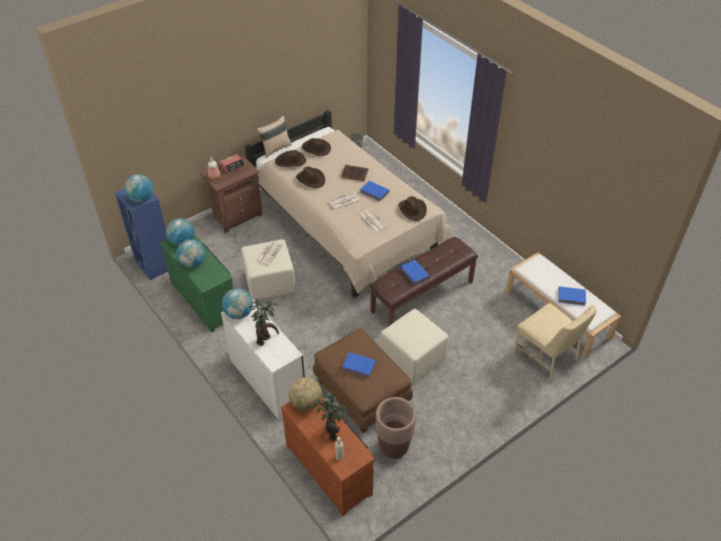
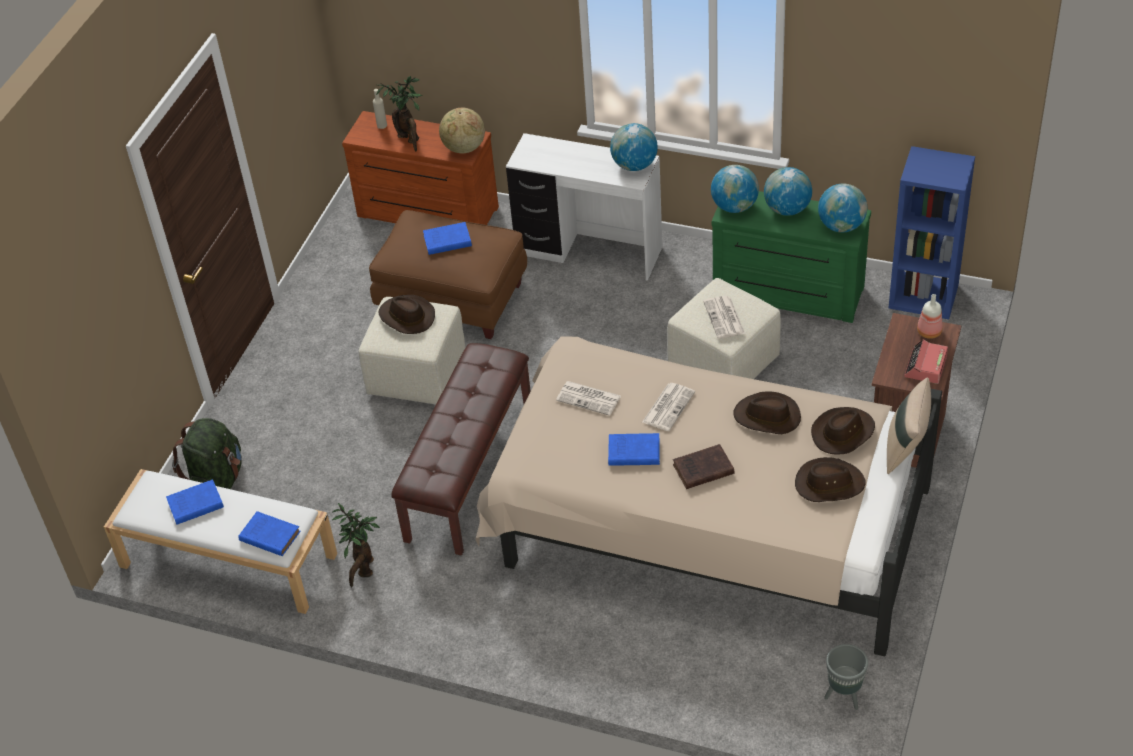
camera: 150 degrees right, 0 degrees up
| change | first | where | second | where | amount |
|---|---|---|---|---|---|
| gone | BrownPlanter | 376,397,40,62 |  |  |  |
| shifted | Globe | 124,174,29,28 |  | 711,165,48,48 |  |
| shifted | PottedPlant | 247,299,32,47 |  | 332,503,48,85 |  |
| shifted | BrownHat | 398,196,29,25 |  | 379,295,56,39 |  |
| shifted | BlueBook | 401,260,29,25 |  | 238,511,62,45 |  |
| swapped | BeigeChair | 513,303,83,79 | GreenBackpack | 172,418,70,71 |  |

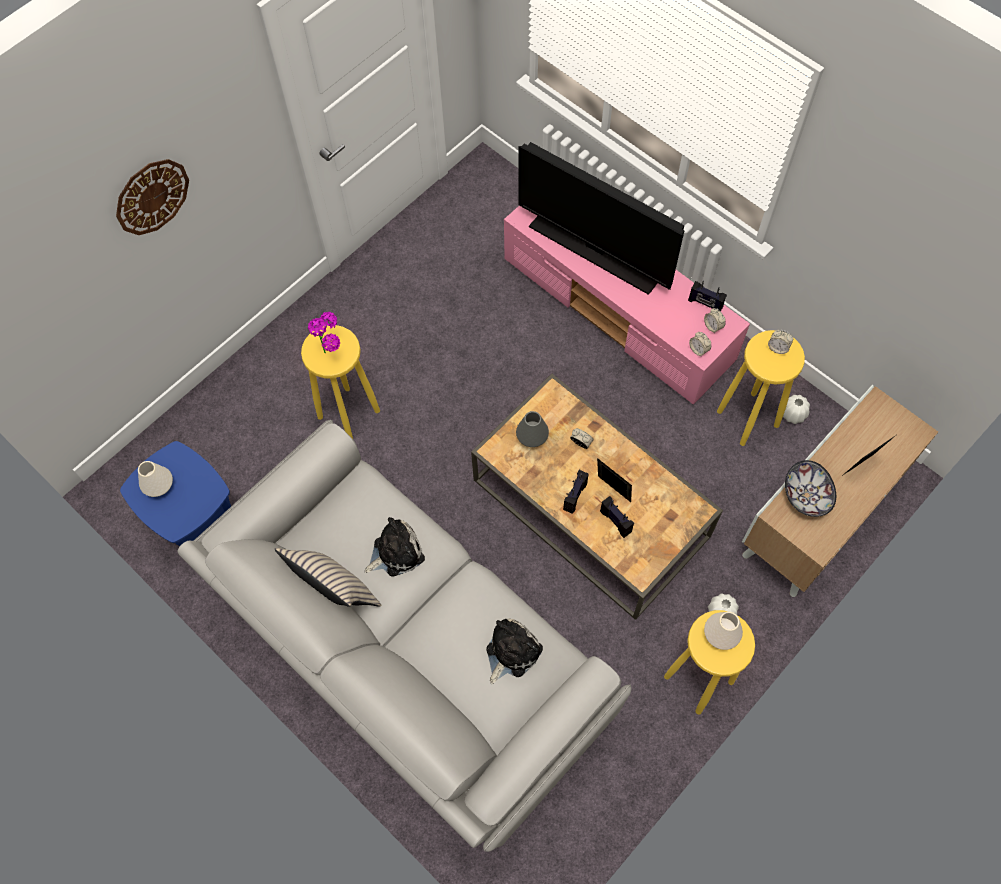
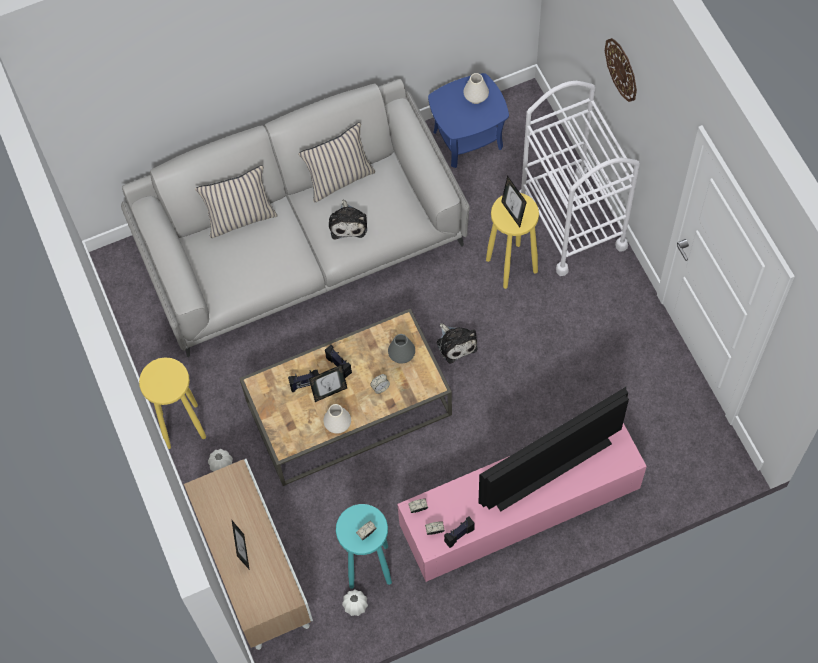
camera: 115 degrees right, 0 degrees up
| change | first | where | second | where | amount |
|---|---|---|---|---|---|
| gone | Bowl | 785,460,51,57 |  |  |  |
| new |  |  | BeigePillow | 195,165,83,73 |  |
| new |  |  | WhiteCart | 519,81,121,195 |  |
| shifted | PlushToy | 486,618,57,66 |  | 437,323,40,41 |  |
| shifted | WhiteVase | 704,612,39,38 |  | 323,404,28,30 |  |
| swapped | PottedPlant | 308,312,32,41 | PictureFrame | 501,176,26,51 |  |
| repainted | YellowStool | 717,330,88,116 | TurquoiseStool | 336,504,56,85 |  |

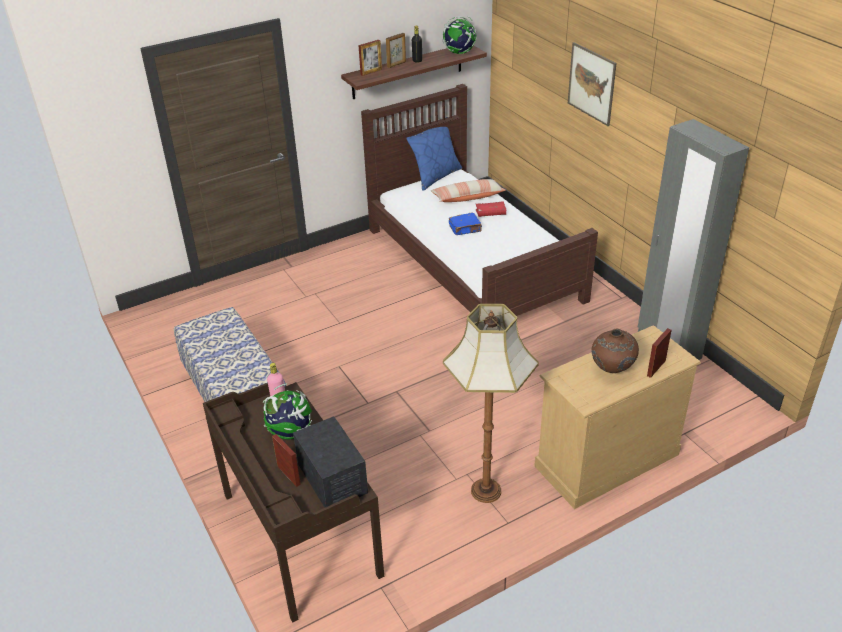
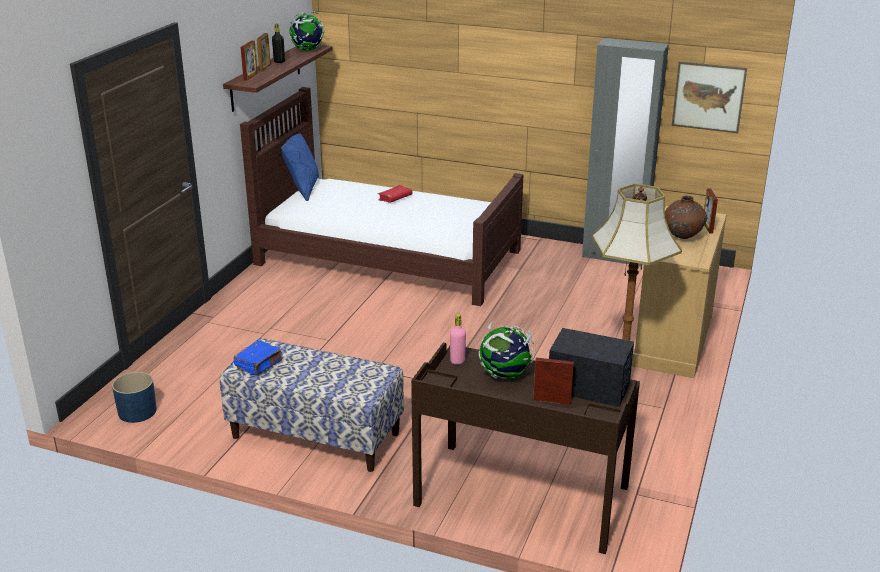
camera: 40 degrees left, 10 degrees down
| change | first | where | second | where | amount |
|---|---|---|---|---|---|
| gone | Pillow | 431,179,75,23 |  |  |  |
| new |  |  | BluePlanter | 112,372,45,51 |  |
| shifted | BlueBook | 449,213,33,22 |  | 233,340,49,35 |  |
| shifted | Picture | 568,42,49,84 |  | 672,61,75,72 |  |

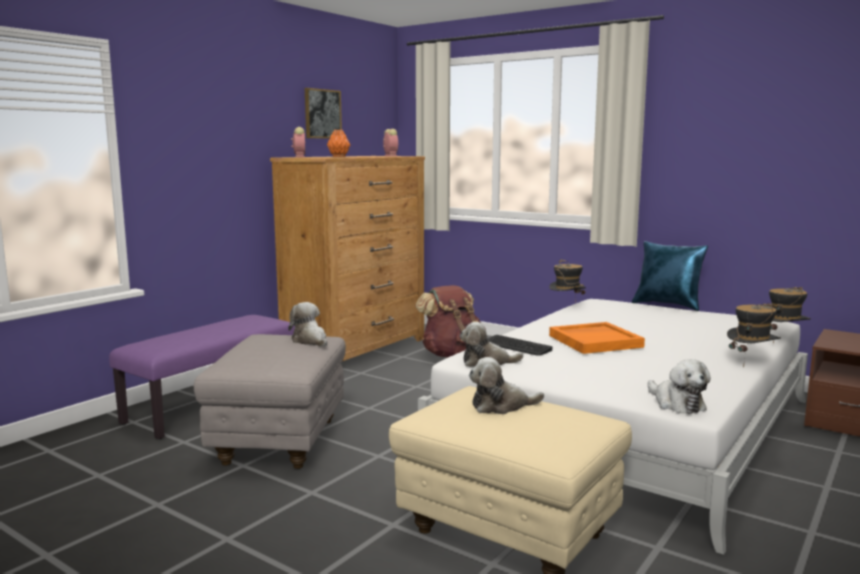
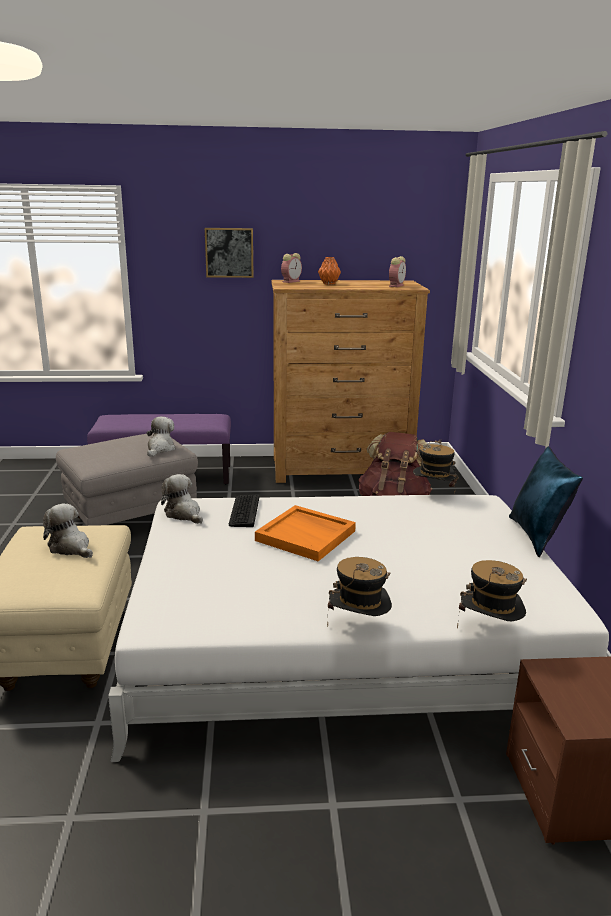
camera: 50 degrees right, 10 degrees up
| change | first | where | second | where | amount |
|---|---|---|---|---|---|
| gone | PlushToy | 648,359,63,55 |  |  |  |
| shifted | Picture | 305,88,37,51 |  | 205,228,49,50 |  |

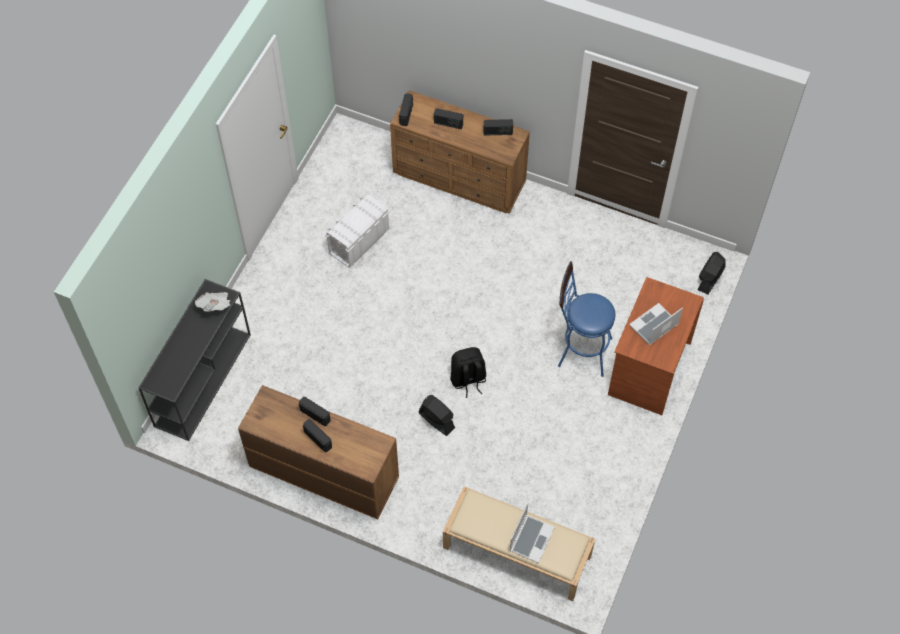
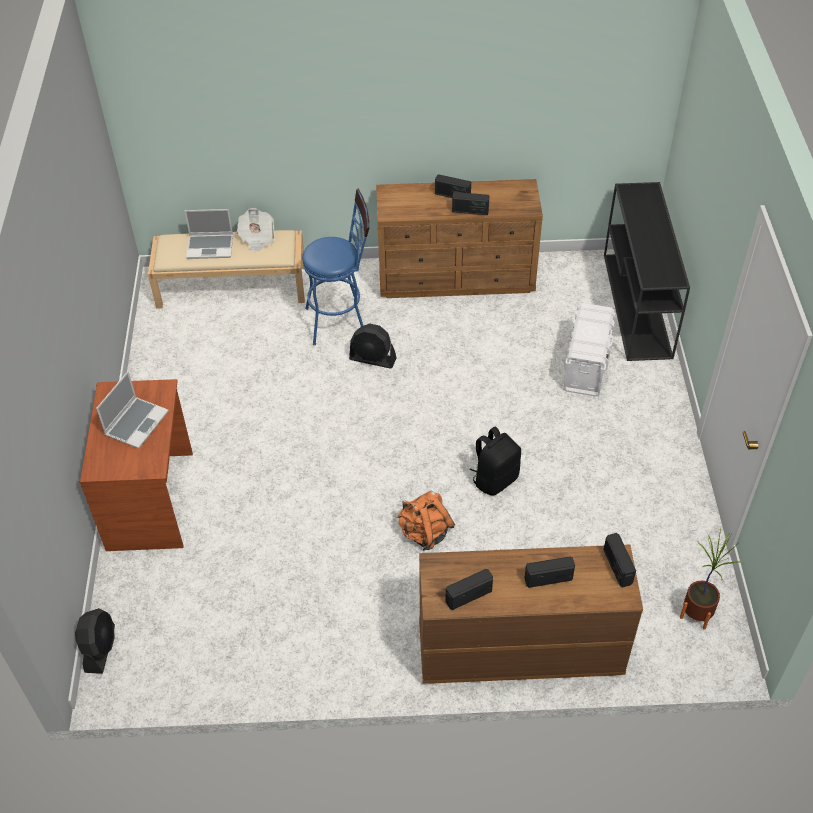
camera: 155 degrees right, 10 degrees down
| change | first | where | second | where | amount |
|---|---|---|---|---|---|
| new |  |  | OrangeBackpack | 397,490,58,61 |  |
| new |  |  | PottedPlant | 680,529,64,101 |  |
| shifted | Newspaper | 195,292,35,19 |  | 237,208,38,44 |  |
| shifted | WhiteStorageBox | 325,194,65,74 |  | 564,303,52,94 |  |
| shifted | BlackBackpack | 450,347,36,51 |  | 469,427,52,69 |  |
| shifted | BlueStool | 558,261,58,116 |  | 302,189,68,156 |  |
| rotated | Laptop | 510,503,45,60 |  | 184,209,49,50 | 90 degrees counterclockwise |

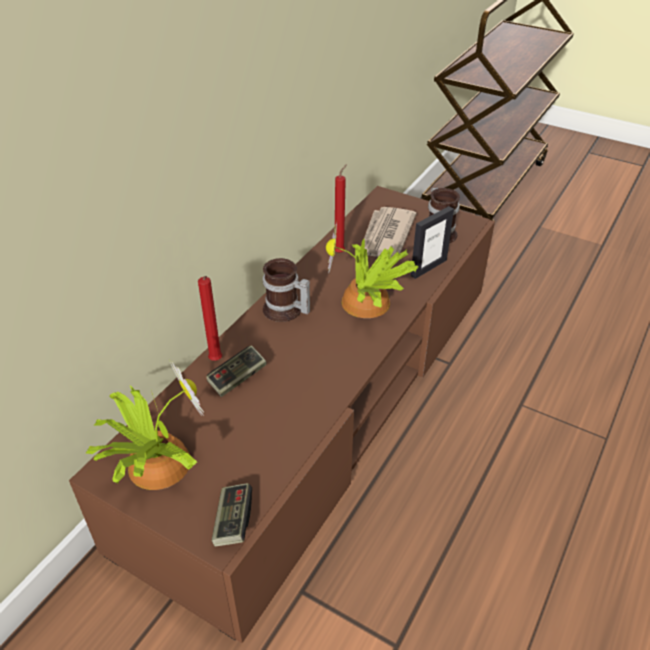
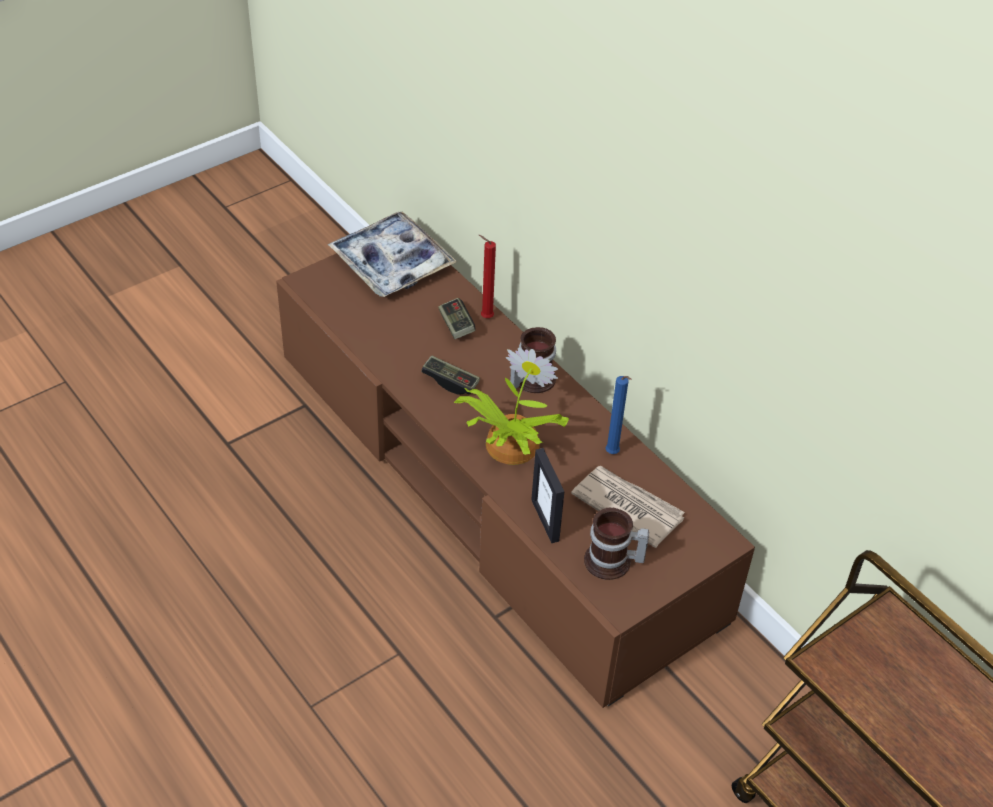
camera: 110 degrees right, 5 degrees up
| change | first | where | second | where | amount |
|---|---|---|---|---|---|
| shifted | GameController | 212,483,40,64 |  | 421,356,59,39 |  |
| swapped | PottedPlant | 86,360,118,130 | Tray | 328,212,129,85 |  |
| repainted | RedCandle | 335,164,12,89 | BlueCandle | 605,376,27,78 |  |

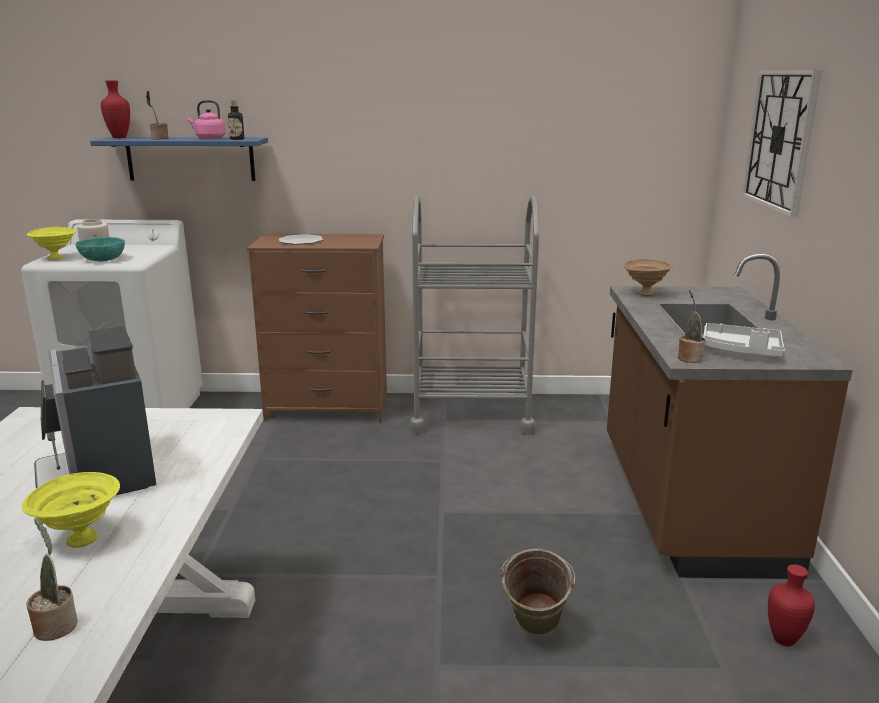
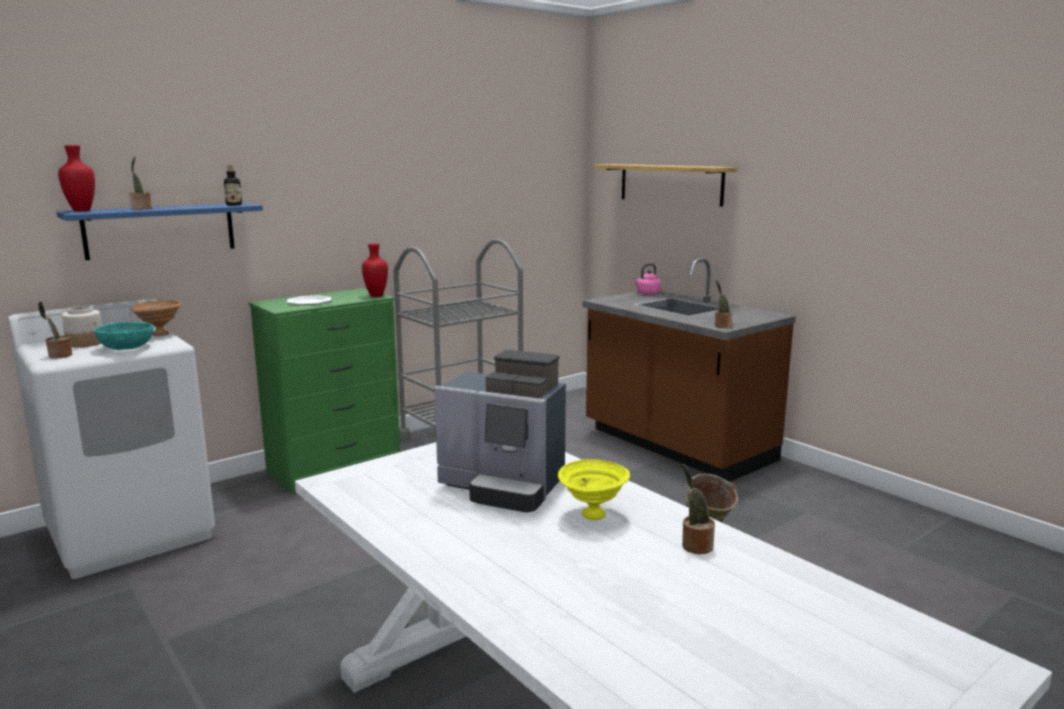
camera: 40 degrees left, 5 degrees down
| change | first | where | second | where | amount |
|---|---|---|---|---|---|
| gone | GreyTray | 703,323,82,34 |  |  |  |
| shifted | PinkKettle | 187,100,39,39 |  | 633,264,28,31 |  |
| shifted | BrownBowl | 623,259,50,37 |  | 130,301,52,35 |  |
| shifted | RedVase | 768,564,47,82 |  | 362,243,26,54 |  |
| swapped | YellowBowl | 27,227,49,33 | PottedPlant | 38,301,34,58 |  |
| swapped | WallClock | 742,69,80,149 | Shelf | 593,164,144,43 |  |
| repainted | BrownDresser | 247,234,140,188 | GreenDresser | 249,288,152,206 |  |

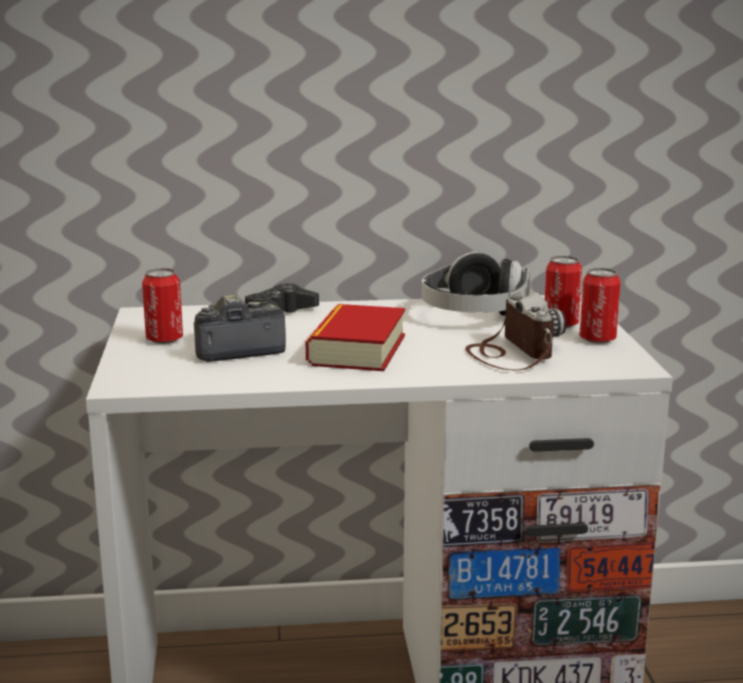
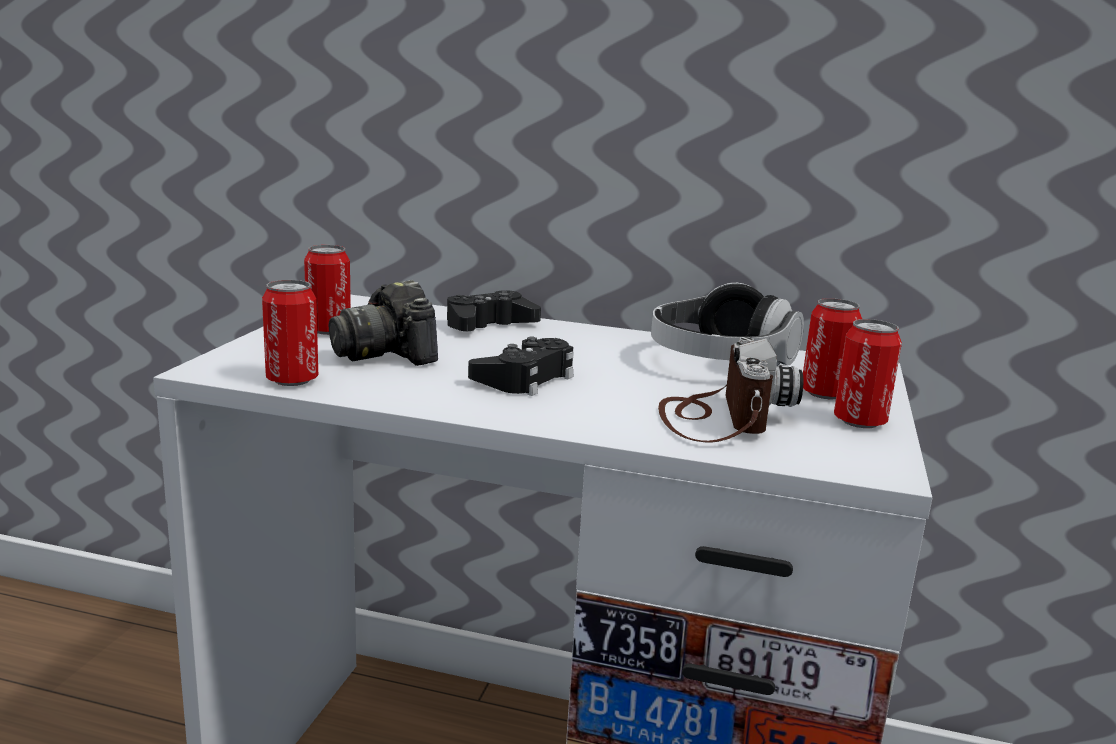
camera: 20 degrees right, 0 degrees up
| change | first | where | second | where | amount |
|---|---|---|---|---|---|
| new |  |  | Can | 262,280,56,106 |  |
| swapped | Book | 305,304,100,67 | BlackGameController | 468,336,106,60 |  |
| rotated | PhotoCamera | 194,295,92,67 |  | 329,280,109,86 | 120 degrees counterclockwise |

